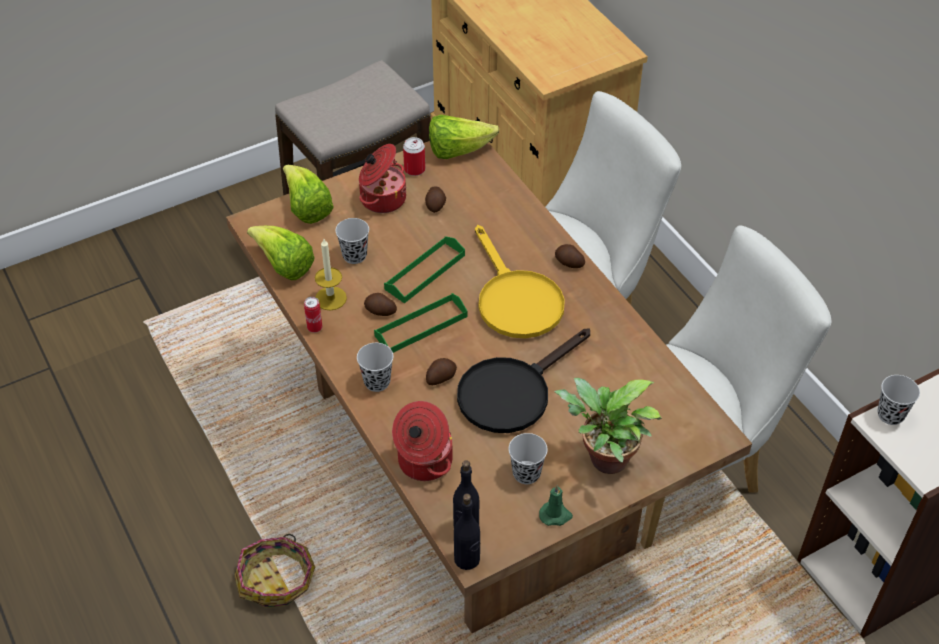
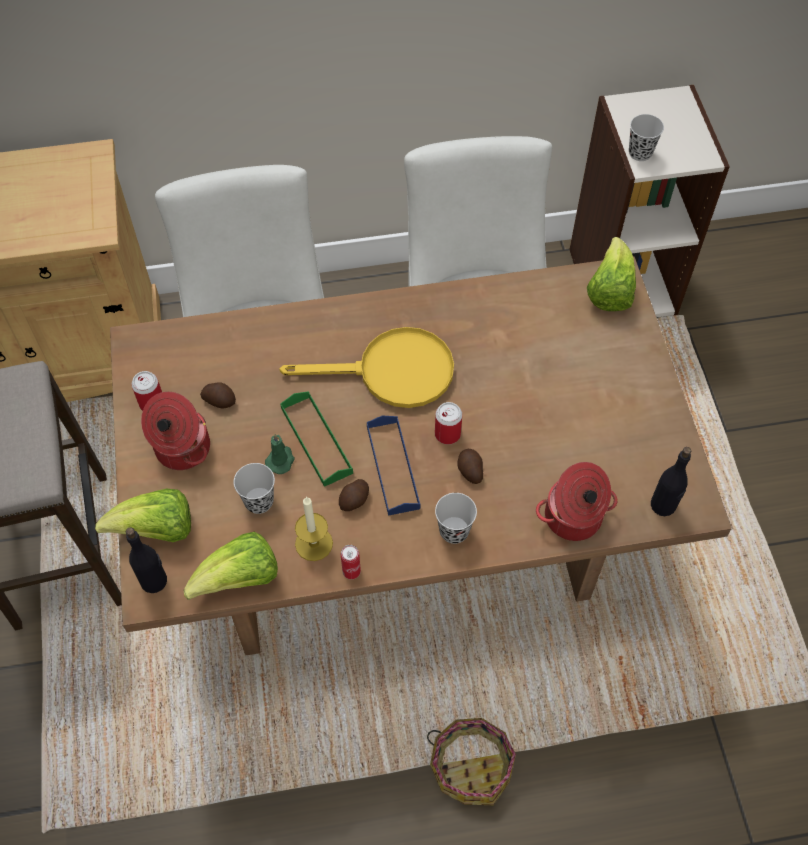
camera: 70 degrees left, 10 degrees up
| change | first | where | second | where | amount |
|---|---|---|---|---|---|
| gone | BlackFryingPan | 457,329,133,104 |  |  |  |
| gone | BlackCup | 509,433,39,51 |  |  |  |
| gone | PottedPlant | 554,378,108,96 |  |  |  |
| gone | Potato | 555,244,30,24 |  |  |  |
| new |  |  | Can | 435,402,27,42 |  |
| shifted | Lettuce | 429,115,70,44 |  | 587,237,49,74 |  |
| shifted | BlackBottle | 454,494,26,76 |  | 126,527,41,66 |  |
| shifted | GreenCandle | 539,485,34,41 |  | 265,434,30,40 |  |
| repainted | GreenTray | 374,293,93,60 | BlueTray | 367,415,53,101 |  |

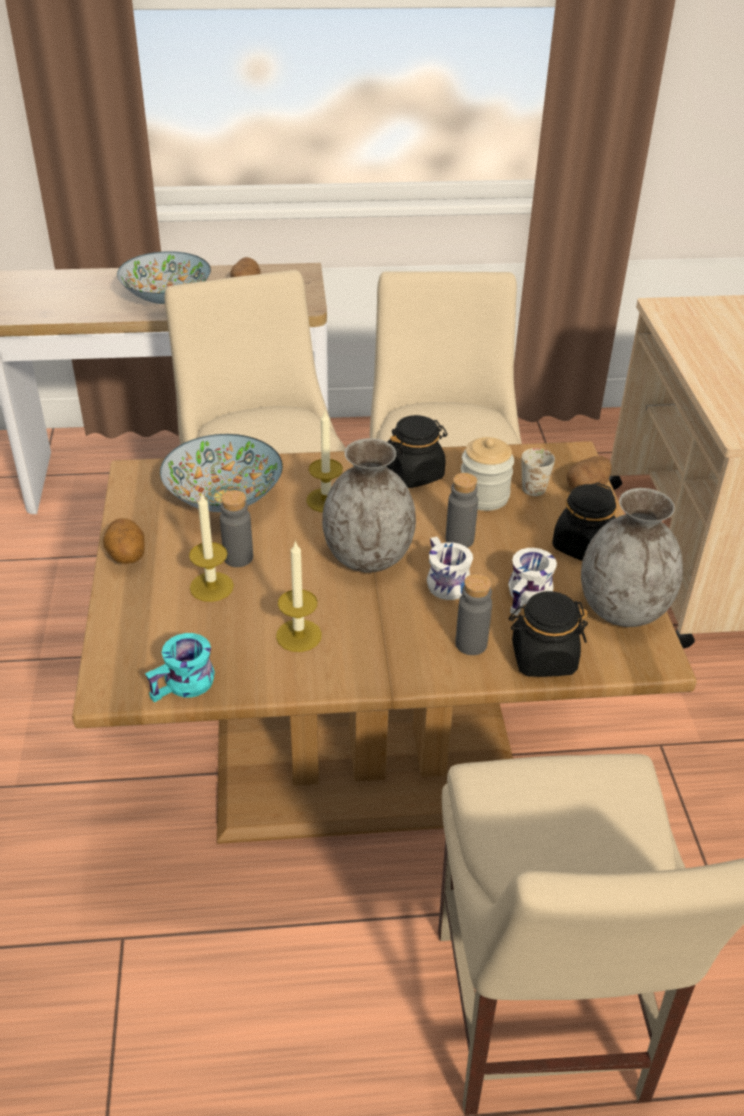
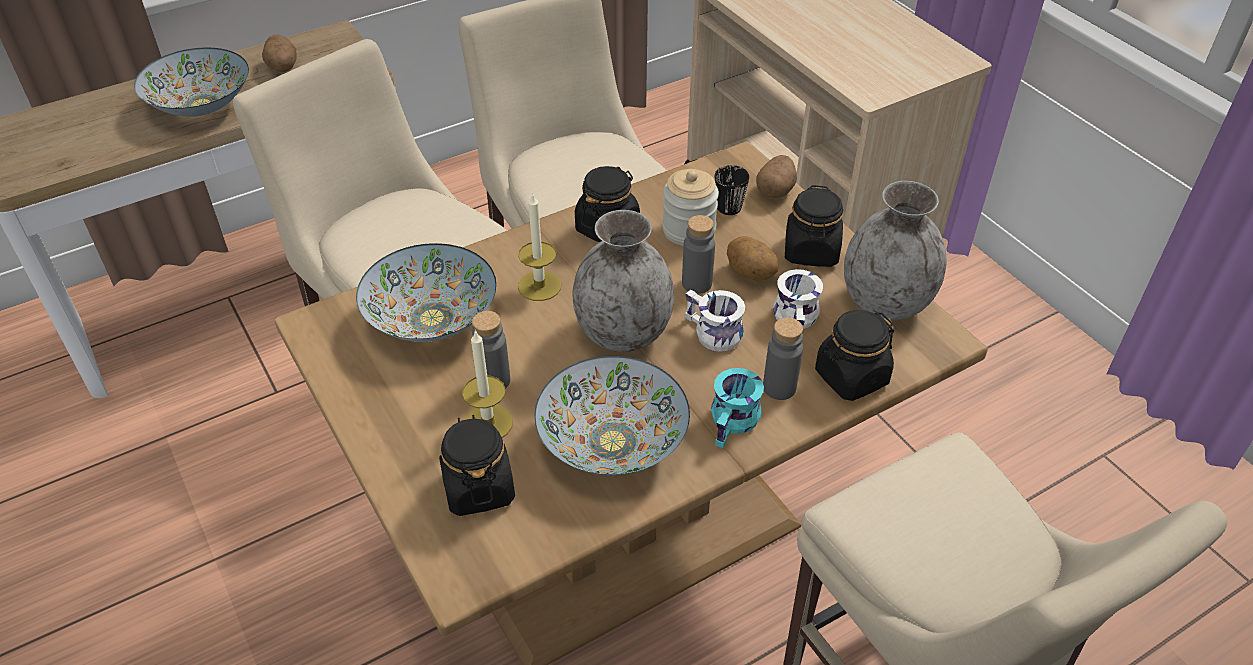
camera: 25 degrees left, 5 degrees up
| change | first | where | second | where | amount |
|---|---|---|---|---|---|
| new |  |  | BlackJar | 439,415,76,101 |  |
| shifted | Potato | 103,518,42,46 |  | 727,236,52,45 |  |
| shifted | TurquoiseMug | 145,633,70,69 |  | 711,368,53,80 |  |
| swapped | Candle | 276,540,46,112 | Bowl | 535,356,155,120 |  |
| repainted | WhiteMug | 521,448,34,48 | BlackMug | 715,165,34,50 |  |

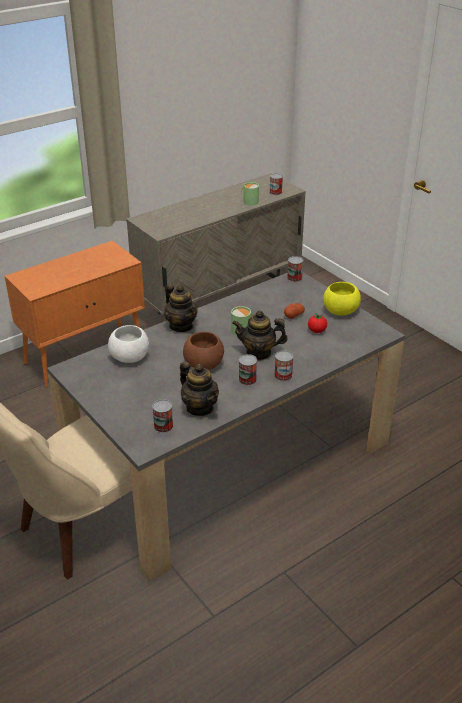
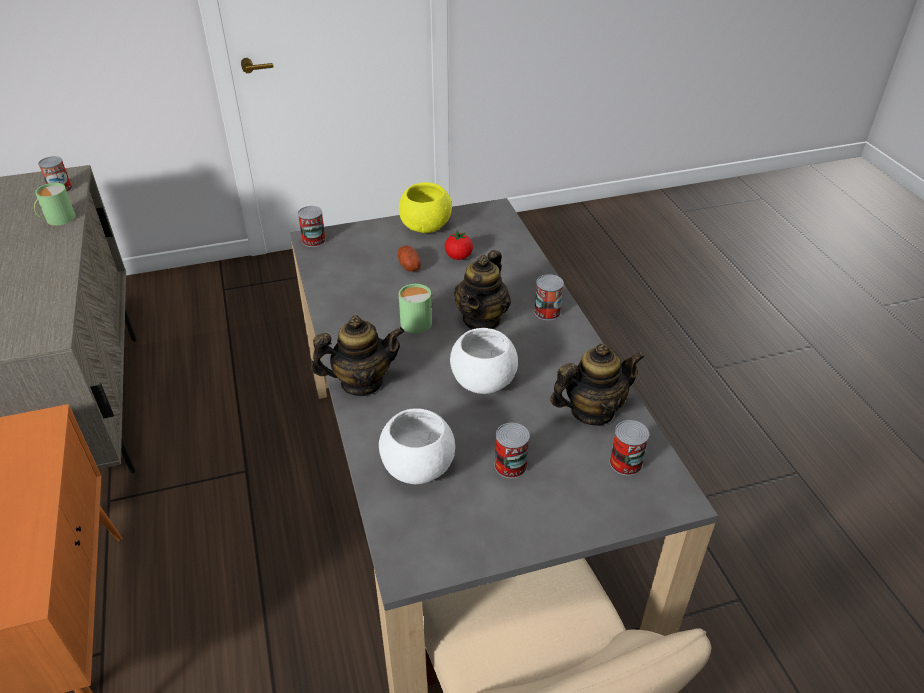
camera: 70 degrees left, 5 degrees up
| change | first | where | second | where | amount |
|---|---|---|---|---|---|
| shifted | Can | 239,354,18,32 |  | 495,423,35,55 |  |
| repainted | BrownBowl | 183,332,41,38 | WhiteBowl | 450,328,68,66 |  |

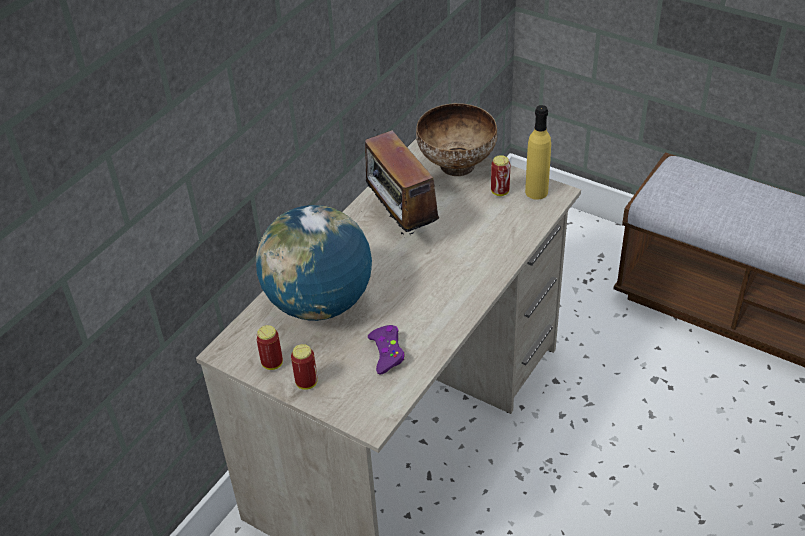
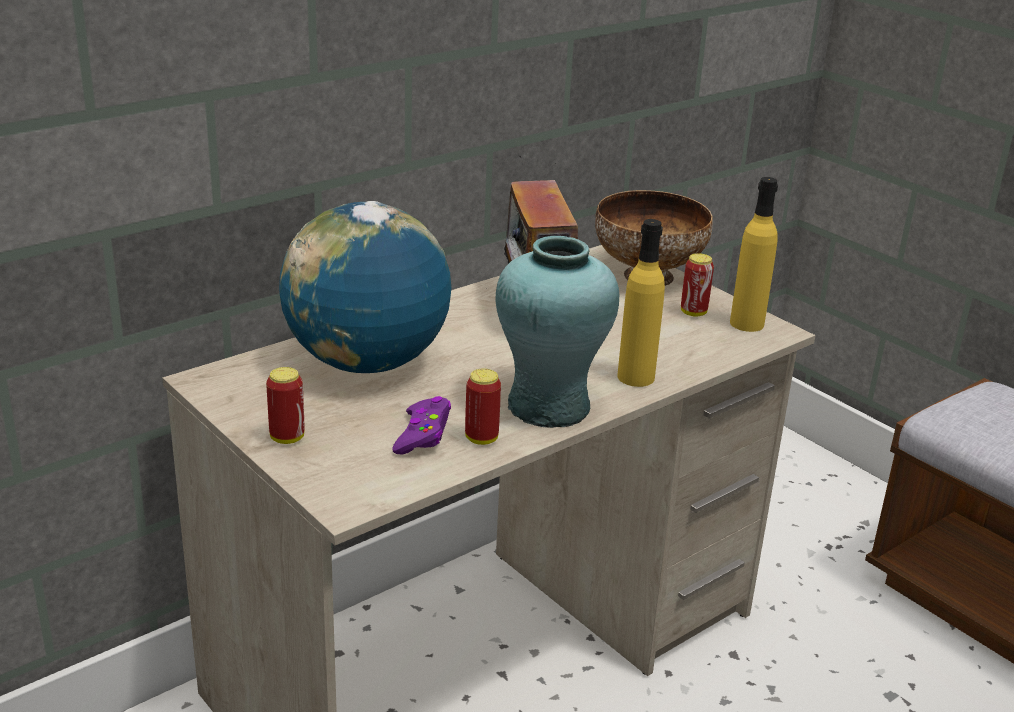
camera: 15 degrees right, 15 degrees down
| change | first | where | second | where | amount |
|---|---|---|---|---|---|
| new |  |  | TurquoiseVase | 495,236,124,192 |  |
| new |  |  | YellowBottle | 617,219,48,168 |  |
| shifted | Can | 256,325,27,45 |  | 465,368,36,77 |  |

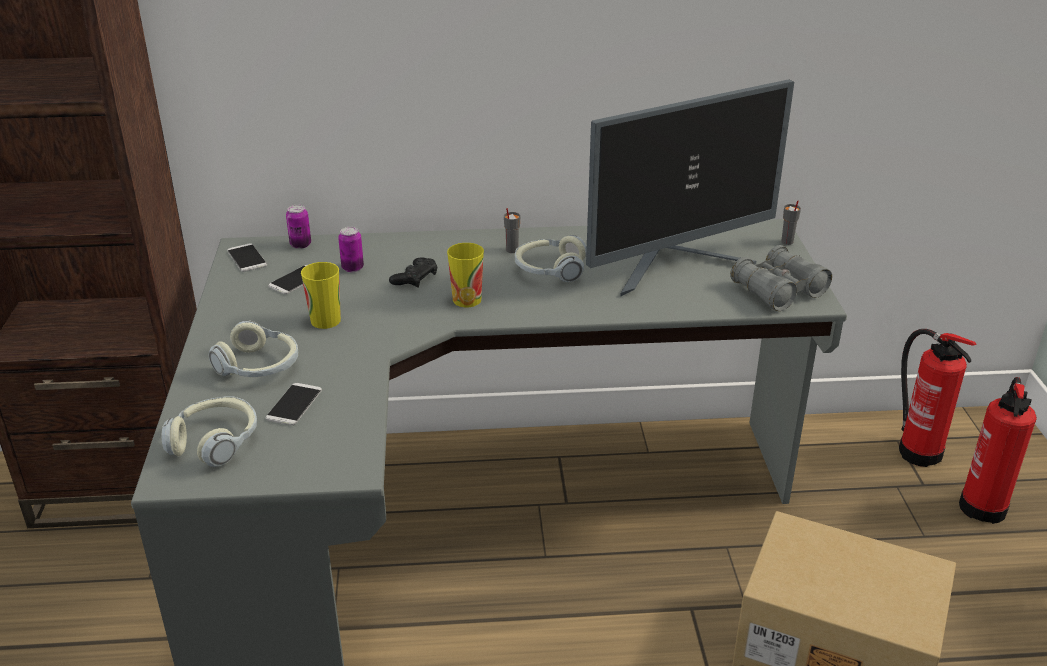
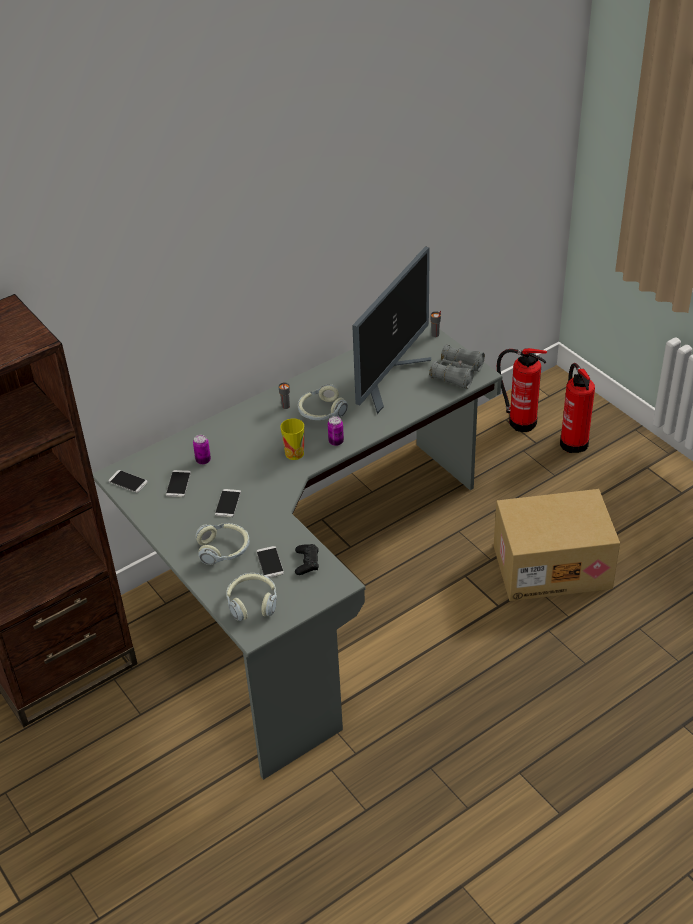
camera: 30 degrees left, 10 degrees up
| change | first | where | second | where | amount |
|---|---|---|---|---|---|
| shifted | Can | 286,205,25,44 |  | 328,416,16,30 |  |
| shifted | BlackGameController | 389,258,48,30 |  | 295,544,24,31 |  |
| swapped | Cup | 301,262,40,67 | Phone | 215,489,26,28 |  |

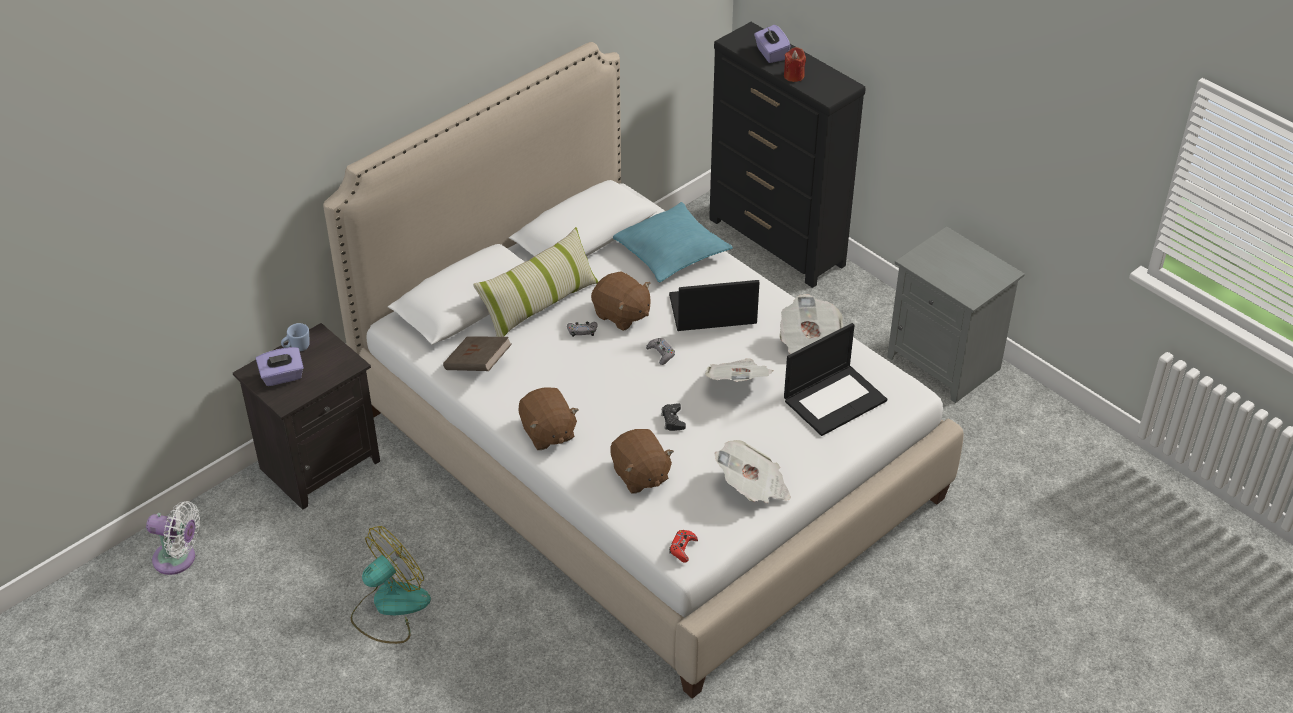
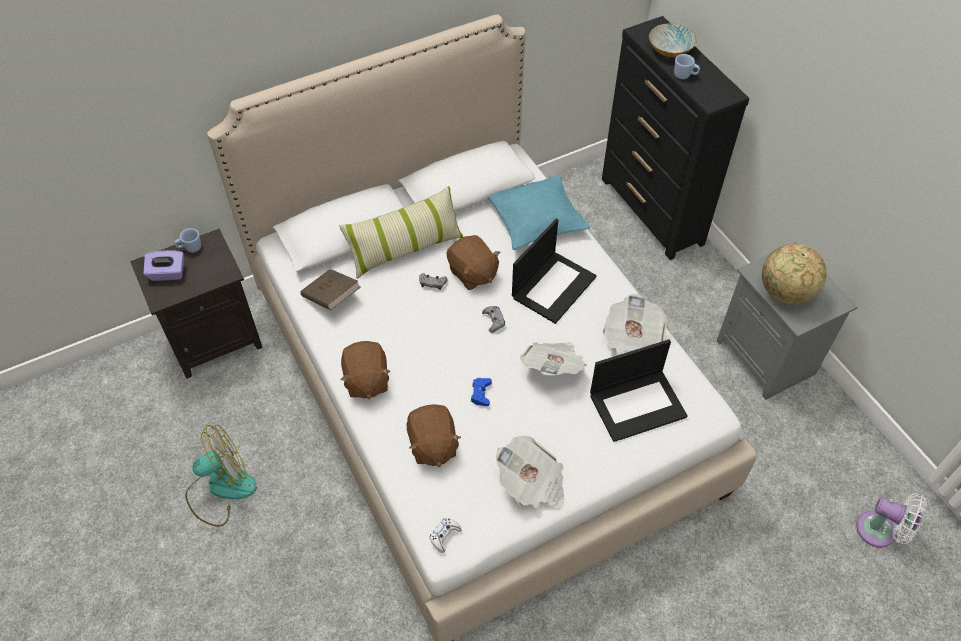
camera: 15 degrees right, 10 degrees up
| change | first | where | second | where | amount |
|---|---|---|---|---|---|
| new |  |  | Globe | 762,243,65,62 |  |
| shifted | WhiteFan | 146,501,54,74 |  | 856,493,71,55 |  |
| swapped | PurpleTissueBox | 754,25,37,38 | Bowl | 649,23,48,34 |  |
| swapped | RedCandle | 784,47,22,35 | BlueMug | 674,54,26,25 |  |
| repainted | BlackGameController | 661,403,25,28 | BlueGameController | 471,378,21,28 |  |
| repainted | RedGameController | 669,530,29,33 | WhiteGameController | 429,518,32,35 |  |
| rotated | Laptop | 669,280,91,51 |  | 512,219,85,105 | 120 degrees clockwise |

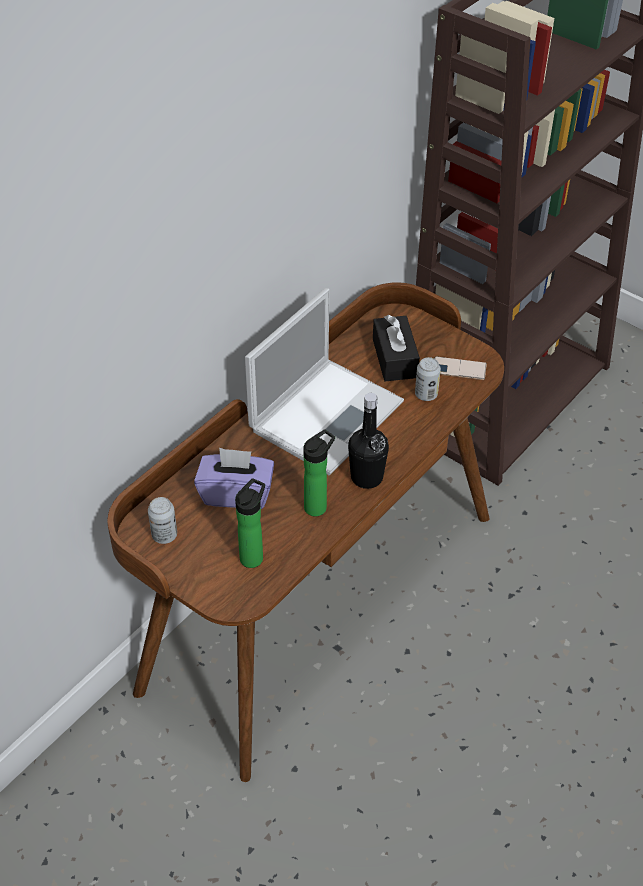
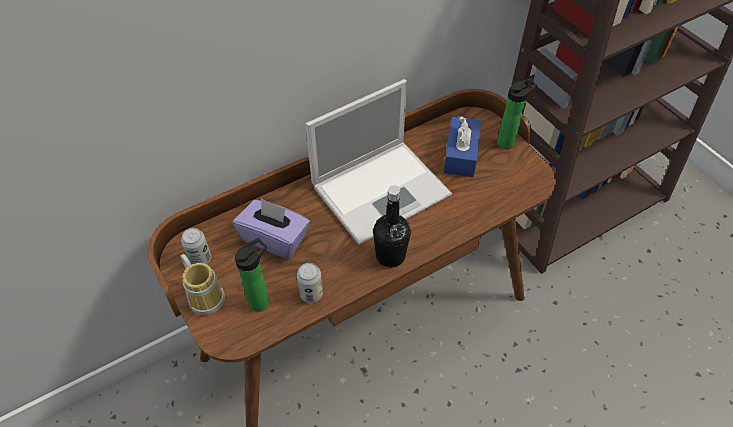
camera: 20 degrees right, 5 degrees up
| change | first | where | second | where | amount |
|---|---|---|---|---|---|
| gone | Phone | 435,357,52,23 |  |  |  |
| new |  |  | Mug | 180,254,45,62 |  |
| shifted | Bottle | 304,429,31,87 |  | 497,78,40,71 |  |
| shifted | Can | 415,357,26,44 |  | 297,263,26,40 |  |
| repainted | BlackTissueBox | 373,315,47,66 | BlueTissueBox | 443,116,38,61 |  |

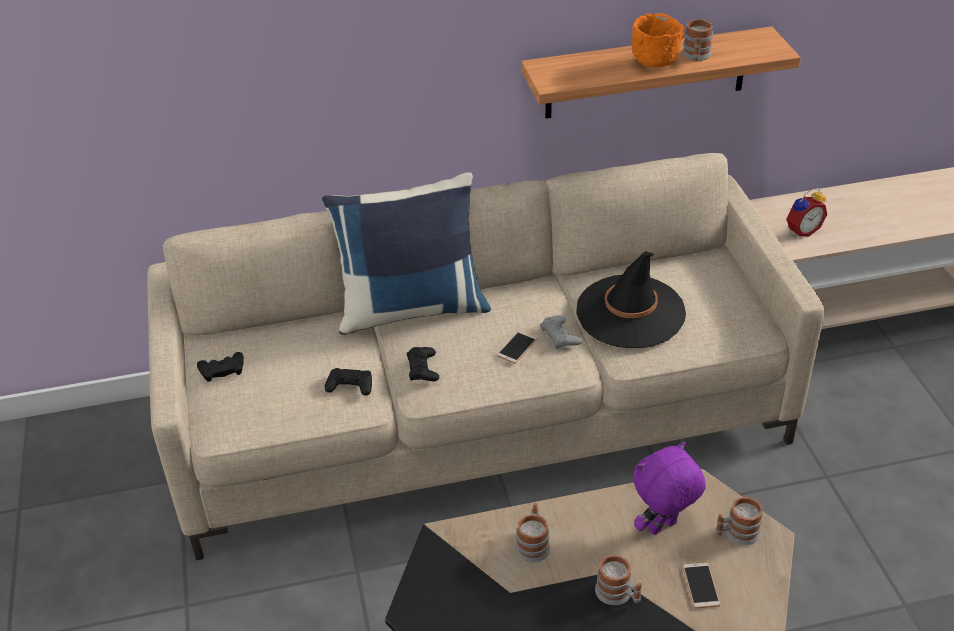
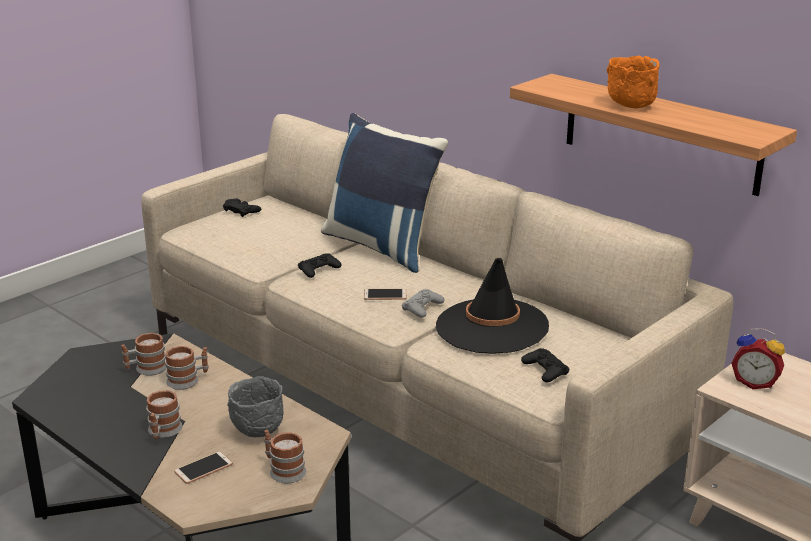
camera: 55 degrees right, 15 degrees down
| change | first | where | second | where | amount |
|---|---|---|---|---|---|
| shifted | BlackGameController | 324,368,48,27 |  | 521,348,48,34 |  |
| shifted | Mug | 682,19,31,42 |  | 121,333,46,43 |  |
| swapped | PurplePlushToy | 633,442,73,93 | GreyBowl | 227,376,57,61 |  |

